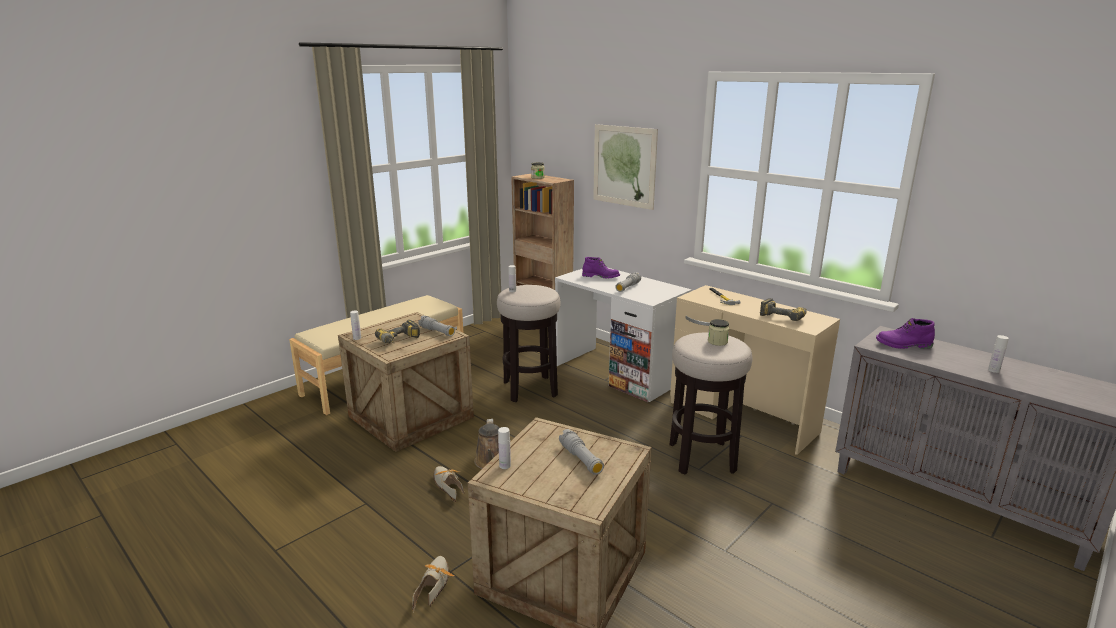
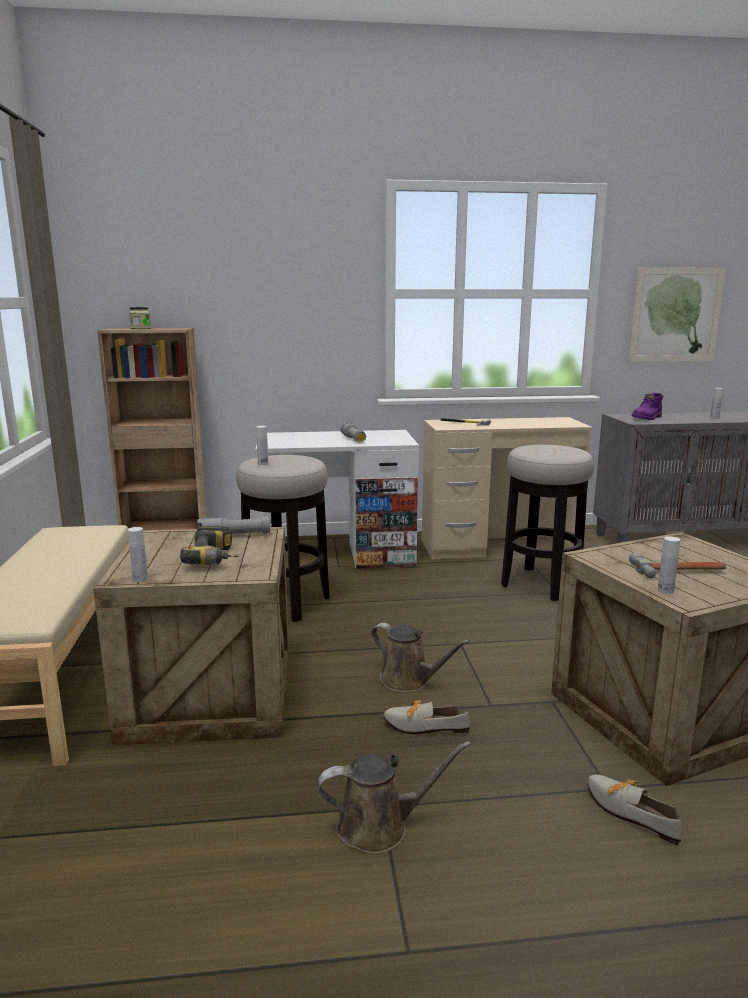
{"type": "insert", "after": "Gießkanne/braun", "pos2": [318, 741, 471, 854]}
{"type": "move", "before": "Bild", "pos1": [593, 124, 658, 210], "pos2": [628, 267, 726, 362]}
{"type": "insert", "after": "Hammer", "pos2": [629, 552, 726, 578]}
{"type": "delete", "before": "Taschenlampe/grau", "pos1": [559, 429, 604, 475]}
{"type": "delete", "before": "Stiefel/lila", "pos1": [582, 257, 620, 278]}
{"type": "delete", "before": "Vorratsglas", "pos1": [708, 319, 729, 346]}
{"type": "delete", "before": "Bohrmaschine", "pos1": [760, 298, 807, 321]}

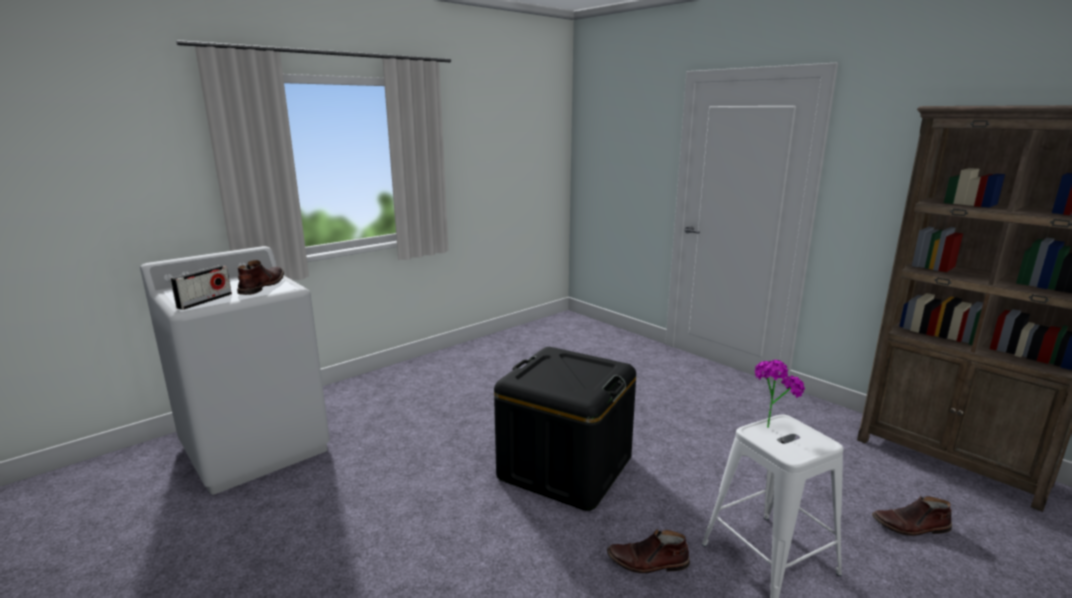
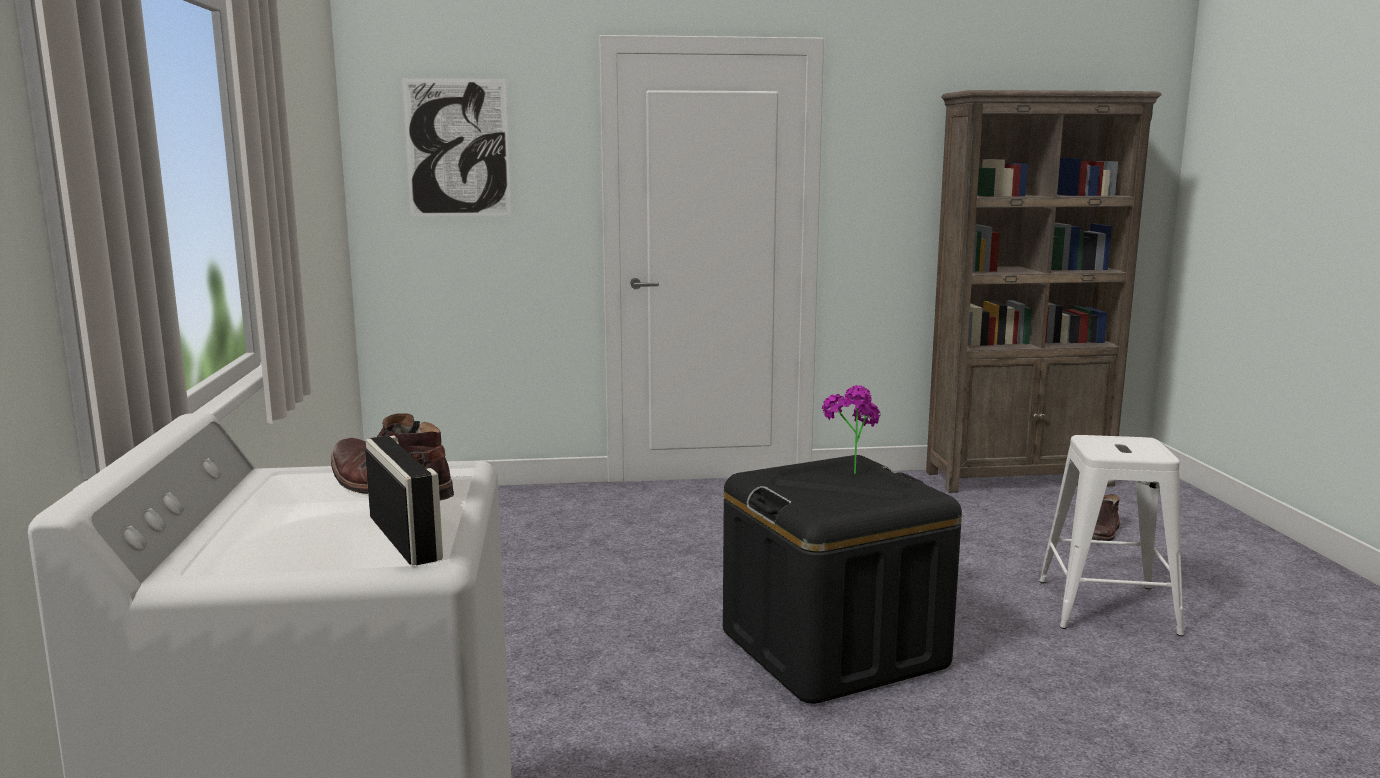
{"type": "insert", "after": "Bild", "pos2": [402, 78, 511, 216]}
{"type": "move", "before": "Topfpflanze", "pos1": [754, 360, 805, 428], "pos2": [822, 385, 881, 474]}
{"type": "delete", "before": "Stiefel/braun", "pos1": [607, 529, 690, 573]}

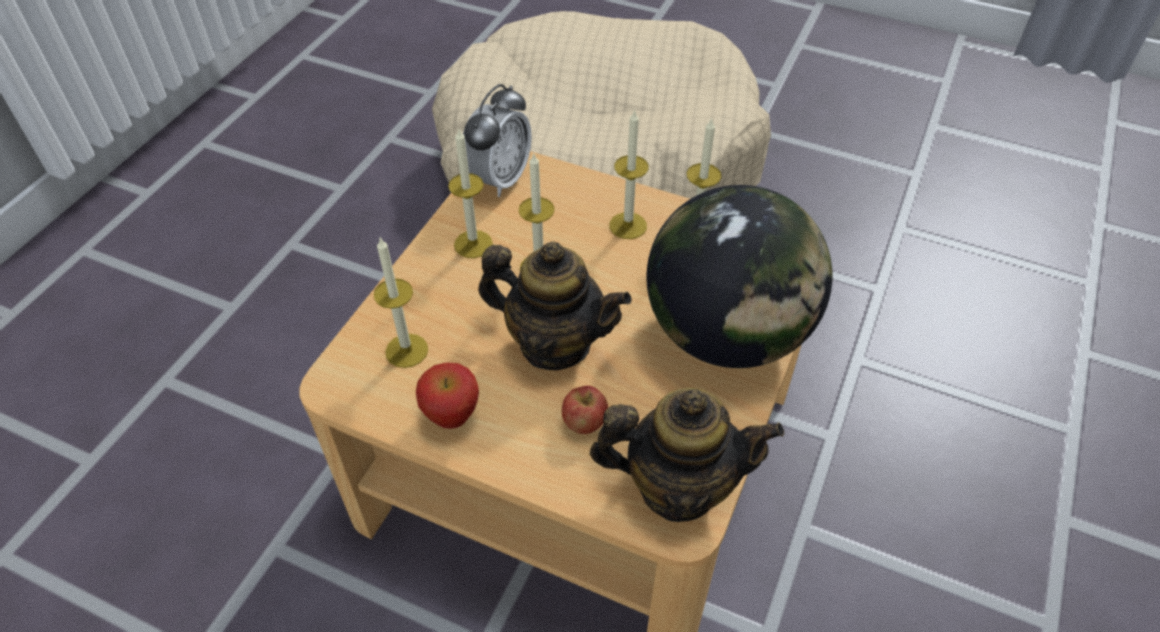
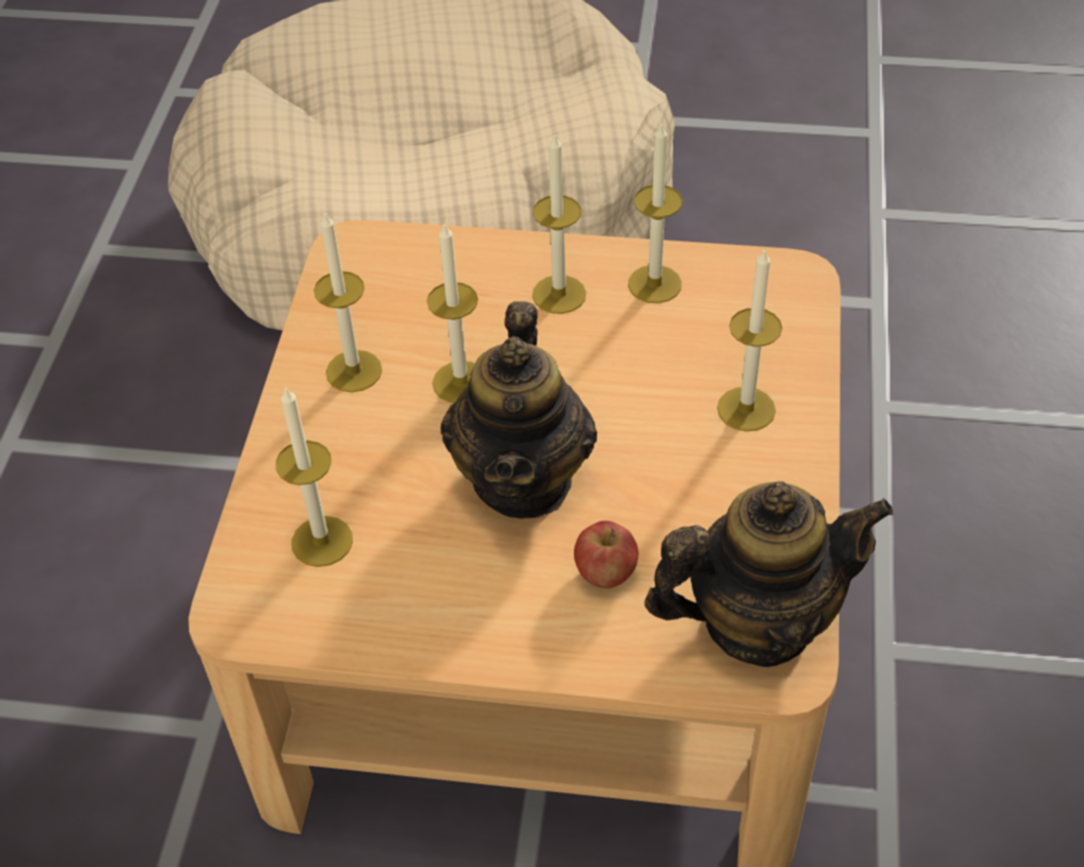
{"type": "rotate", "before": "Teekanne", "pos1": [478, 241, 632, 370], "pos2": [441, 301, 597, 519], "turn": 90}
{"type": "replace", "before": "Globus", "after": "Kerze", "pos1": [647, 185, 832, 368], "pos2": [717, 248, 782, 431]}
{"type": "delete", "before": "Apfel", "pos1": [416, 362, 479, 429]}
{"type": "delete", "before": "Wecker", "pos1": [463, 84, 532, 197]}

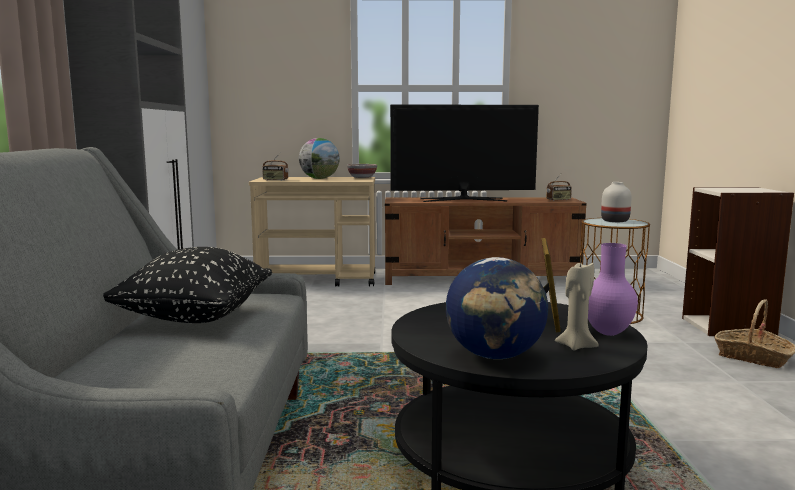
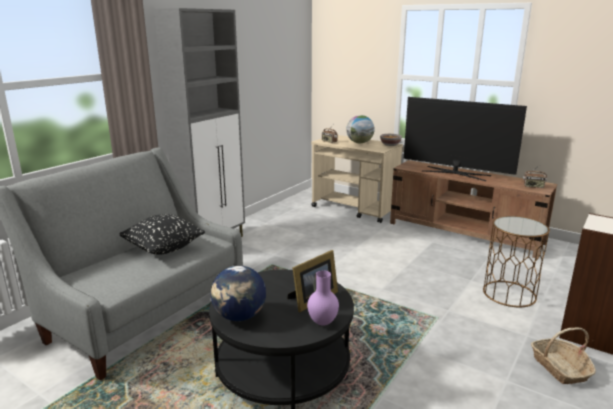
{"type": "delete", "before": "Kerze/beige", "pos1": [555, 261, 599, 351]}
{"type": "delete", "before": "Vase/weiß", "pos1": [601, 182, 632, 222]}

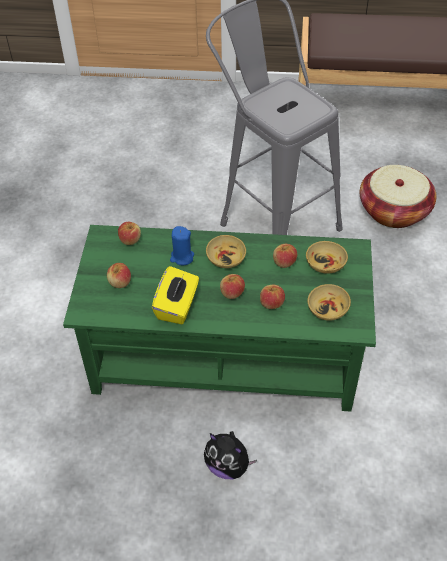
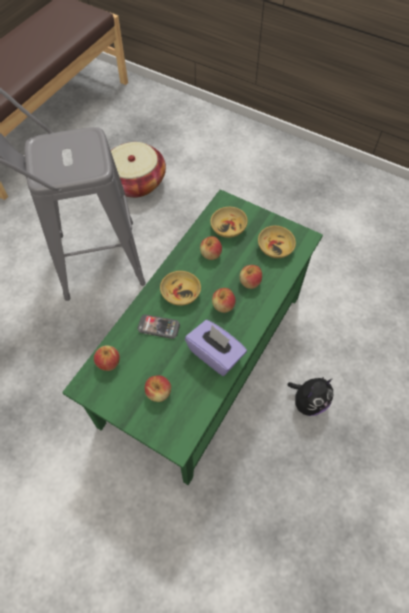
{"type": "replace", "before": "Kerze/blau", "after": "Handy", "pos1": [170, 226, 194, 265], "pos2": [137, 314, 180, 339]}
{"type": "recolor", "before": "Taschentuchbox/gelb", "after": "Taschentuchbox/lila", "pos1": [152, 266, 199, 324], "pos2": [185, 320, 247, 376]}

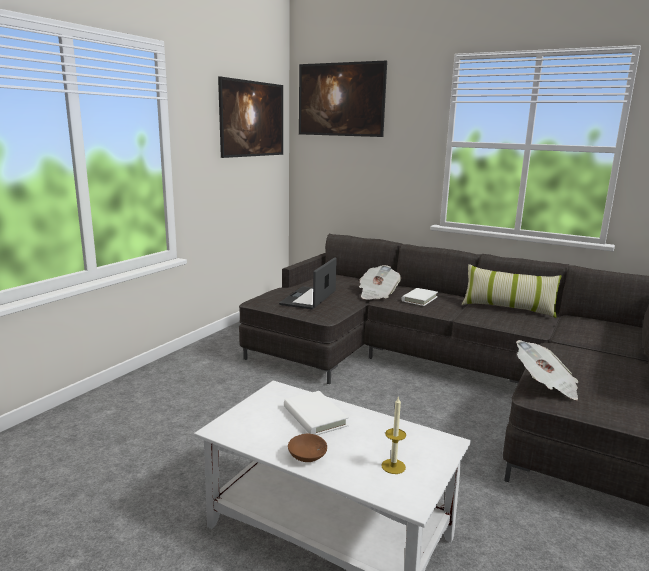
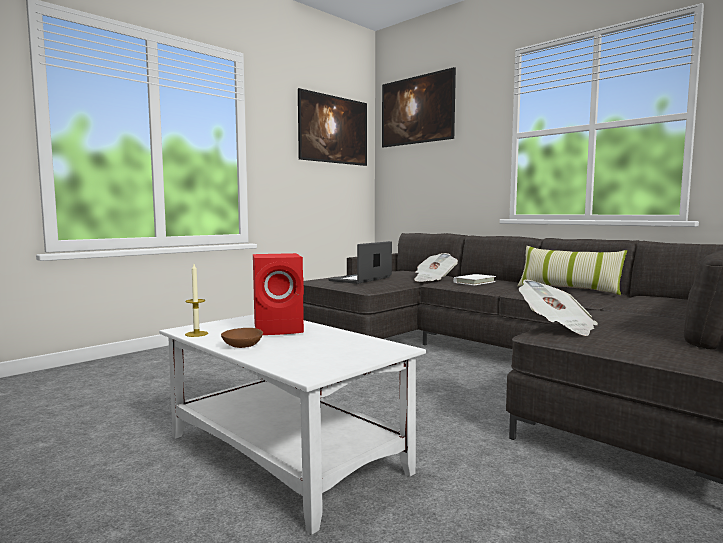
{"type": "move", "before": "Kerze", "pos1": [381, 396, 406, 474], "pos2": [185, 264, 208, 337]}
{"type": "replace", "before": "Buch/weiß", "after": "Lautsprecher/rot", "pos1": [284, 391, 349, 435], "pos2": [253, 253, 304, 335]}

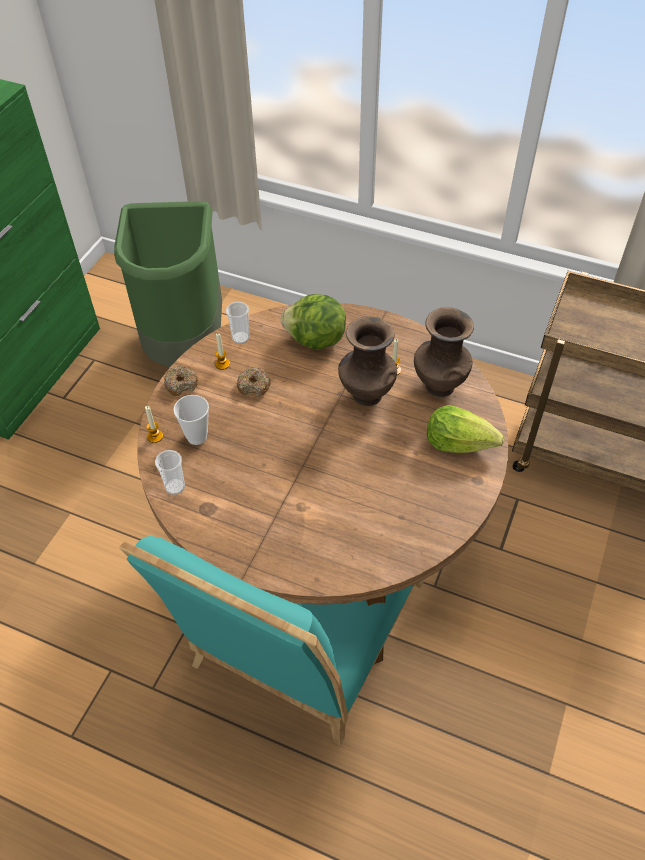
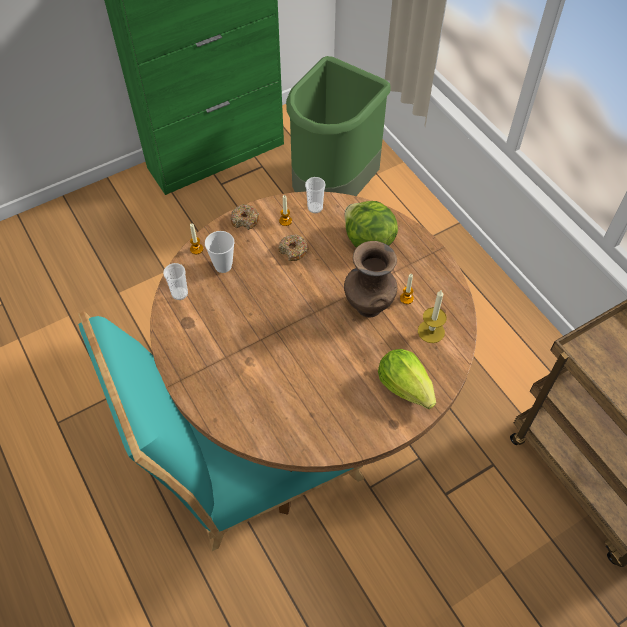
{"type": "replace", "before": "Vase/braun", "after": "Kerze", "pos1": [414, 307, 474, 397], "pos2": [418, 290, 447, 343]}

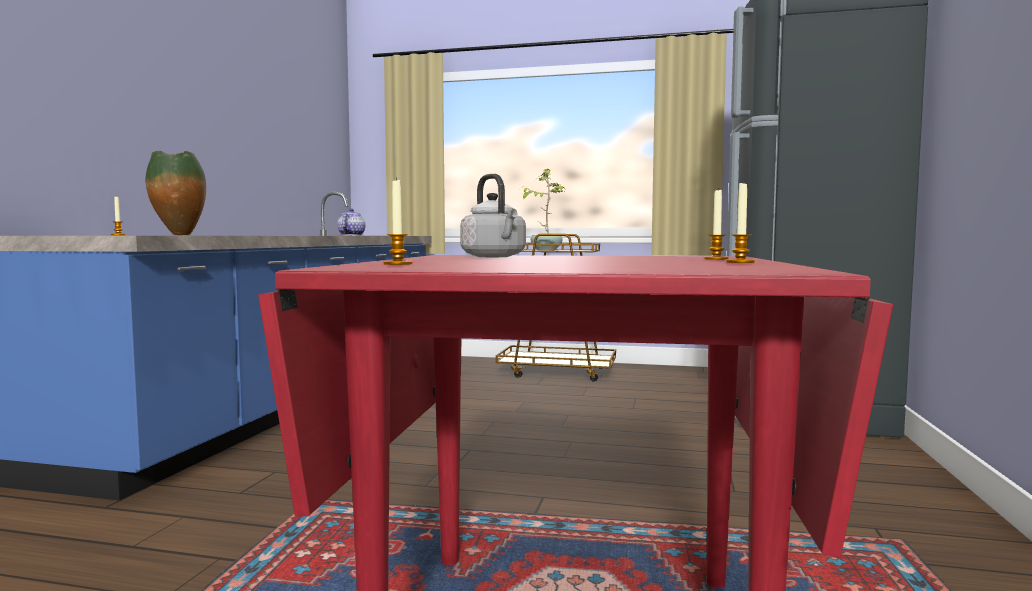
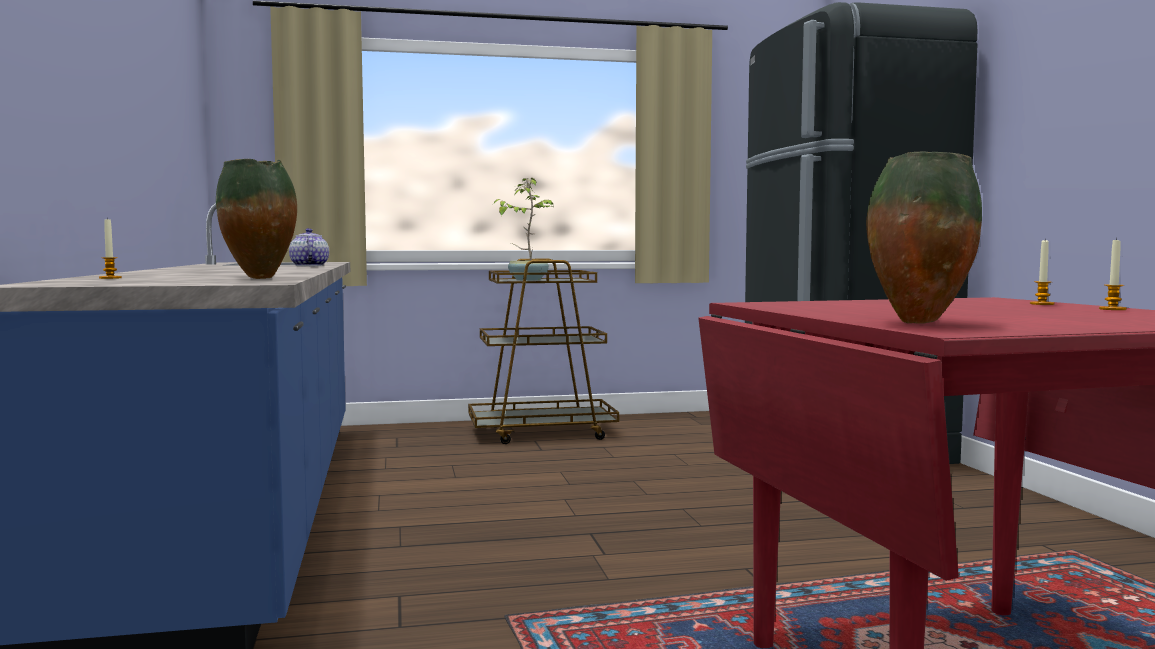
{"type": "replace", "before": "Kerze", "after": "Vase", "pos1": [384, 177, 413, 265], "pos2": [866, 152, 982, 324]}
{"type": "delete", "before": "Wasserkessel/grau", "pos1": [460, 174, 526, 257]}

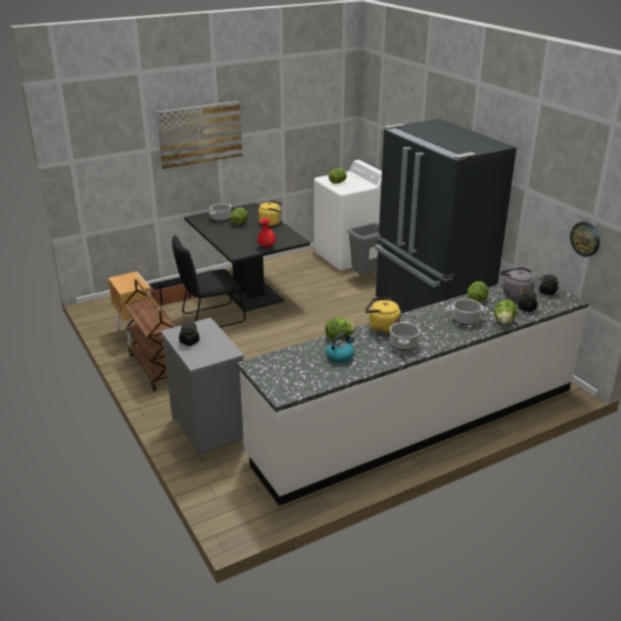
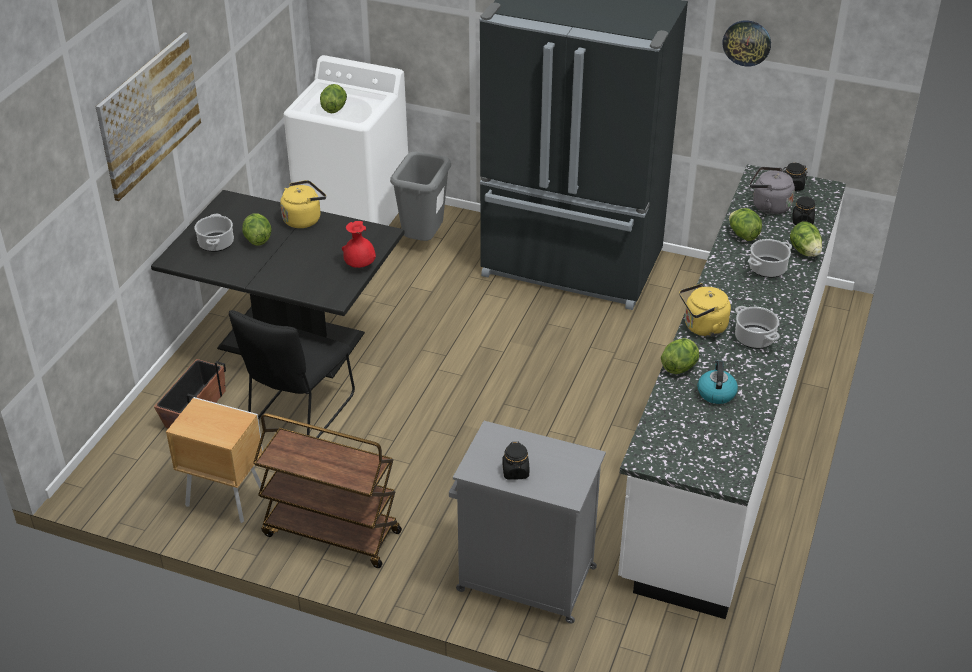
{"type": "move", "before": "Wanduhr", "pos1": [570, 222, 600, 257], "pos2": [723, 20, 771, 66]}

